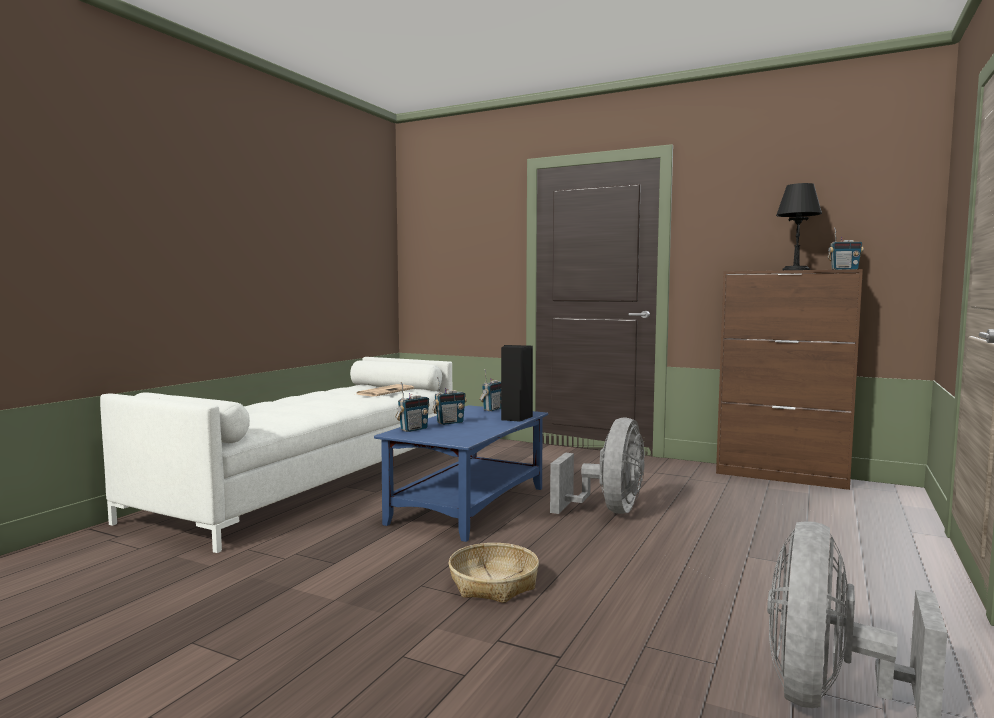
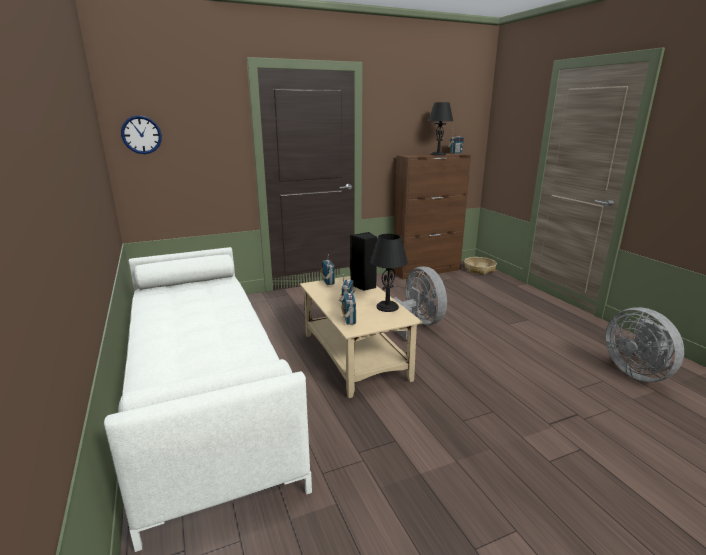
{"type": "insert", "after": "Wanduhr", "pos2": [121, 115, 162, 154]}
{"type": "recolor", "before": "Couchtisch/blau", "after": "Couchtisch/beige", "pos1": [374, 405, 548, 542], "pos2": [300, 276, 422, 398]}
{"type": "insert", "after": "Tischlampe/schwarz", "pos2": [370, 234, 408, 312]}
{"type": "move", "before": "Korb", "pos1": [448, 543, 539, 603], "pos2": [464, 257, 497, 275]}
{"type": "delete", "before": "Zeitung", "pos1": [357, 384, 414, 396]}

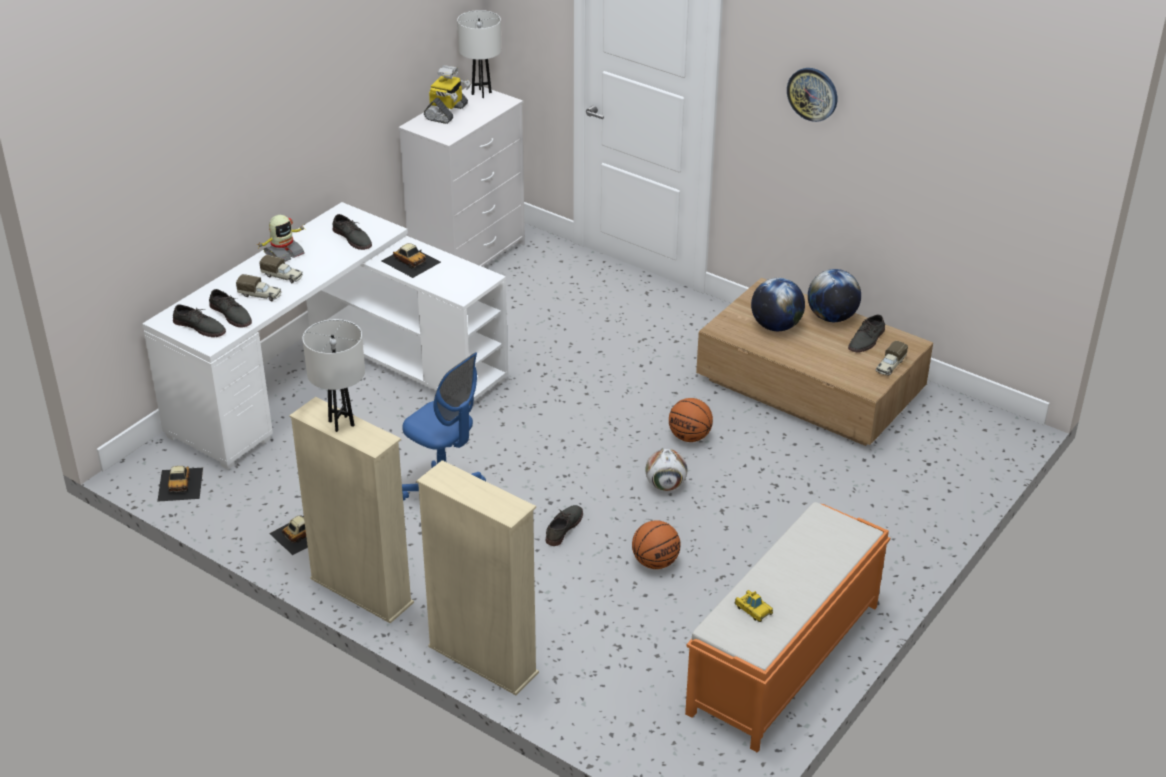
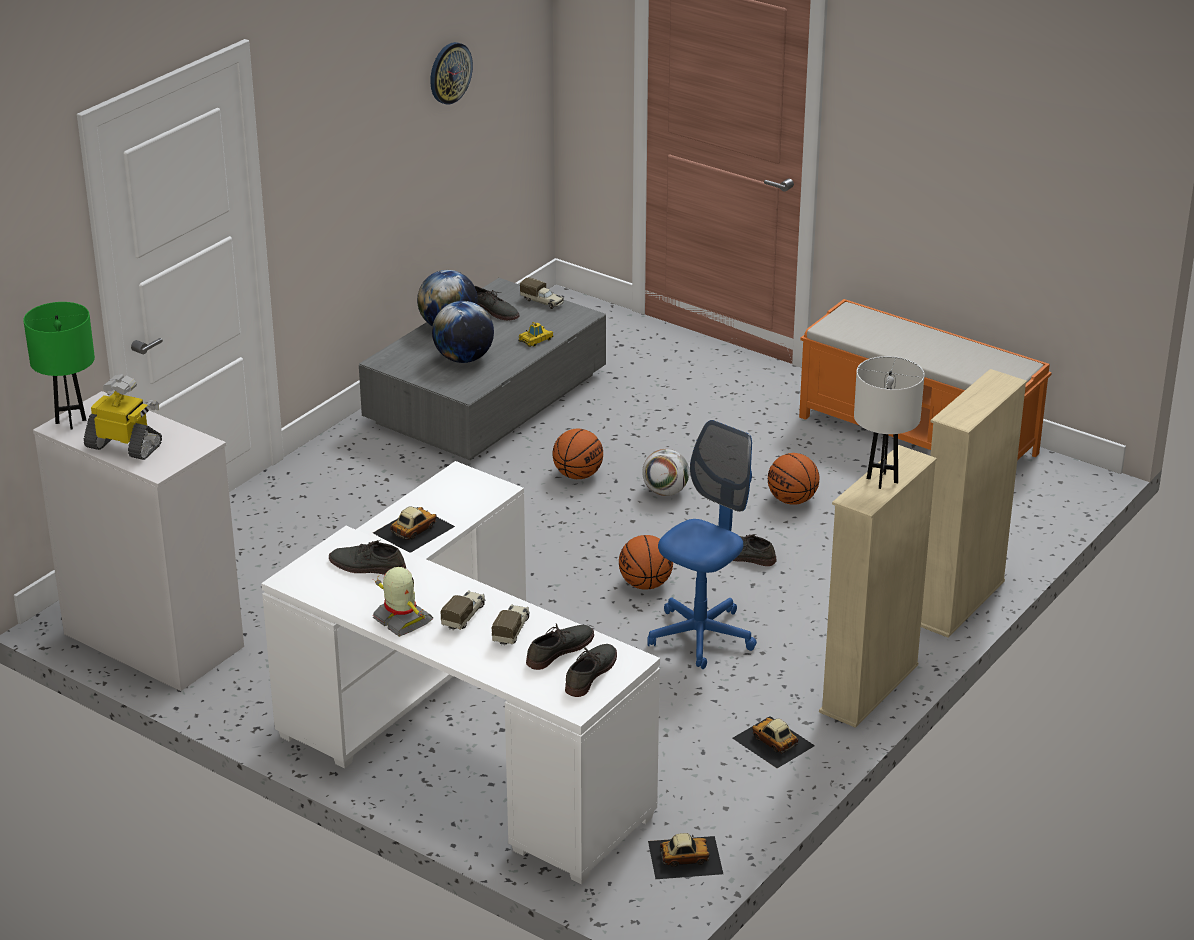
{"type": "recolor", "before": "Tischlampe/weiß", "after": "Tischlampe/grün", "pos1": [457, 10, 501, 98], "pos2": [23, 302, 95, 430]}
{"type": "rotate", "before": "Schuh/grau", "pos1": [332, 214, 372, 250], "pos2": [329, 540, 406, 575], "turn": -120}
{"type": "recolor", "before": "Couchtisch/braun", "after": "Couchtisch/grau", "pos1": [696, 278, 933, 446], "pos2": [359, 278, 606, 460]}
{"type": "move", "before": "Wanduhr", "pos1": [787, 68, 837, 122], "pos2": [430, 42, 473, 105]}
{"type": "move", "before": "Spielzeugauto", "pos1": [734, 590, 773, 622], "pos2": [518, 322, 553, 347]}
{"type": "insert", "after": "Basketball", "pos2": [619, 535, 673, 590]}

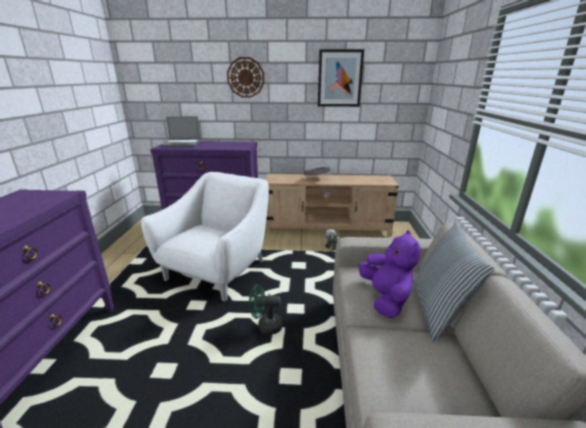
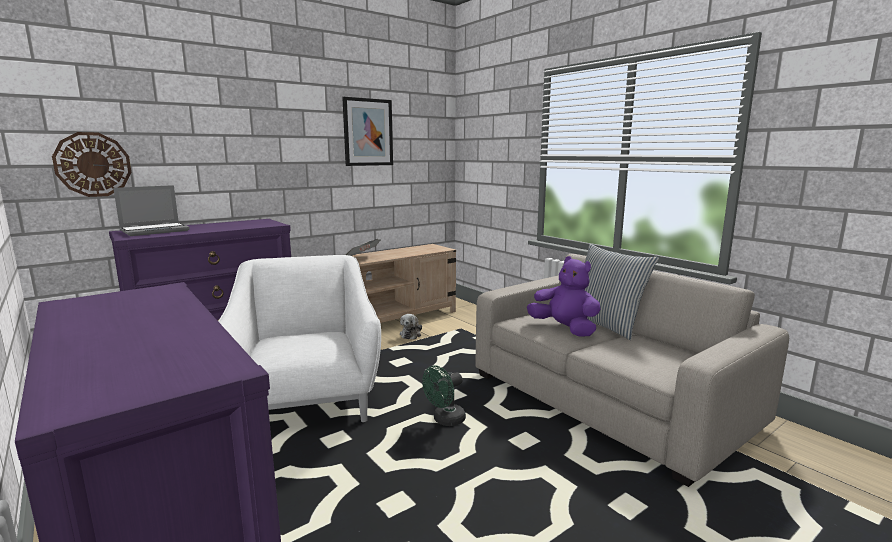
{"type": "move", "before": "Wanduhr", "pos1": [227, 57, 264, 98], "pos2": [52, 132, 132, 197]}

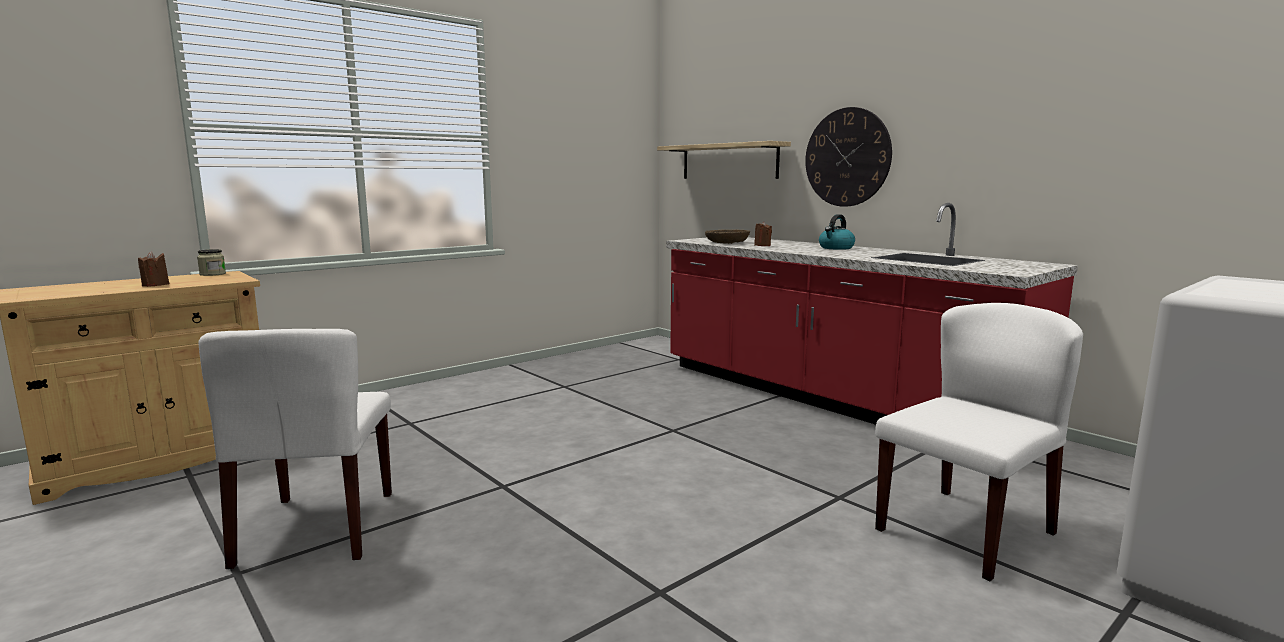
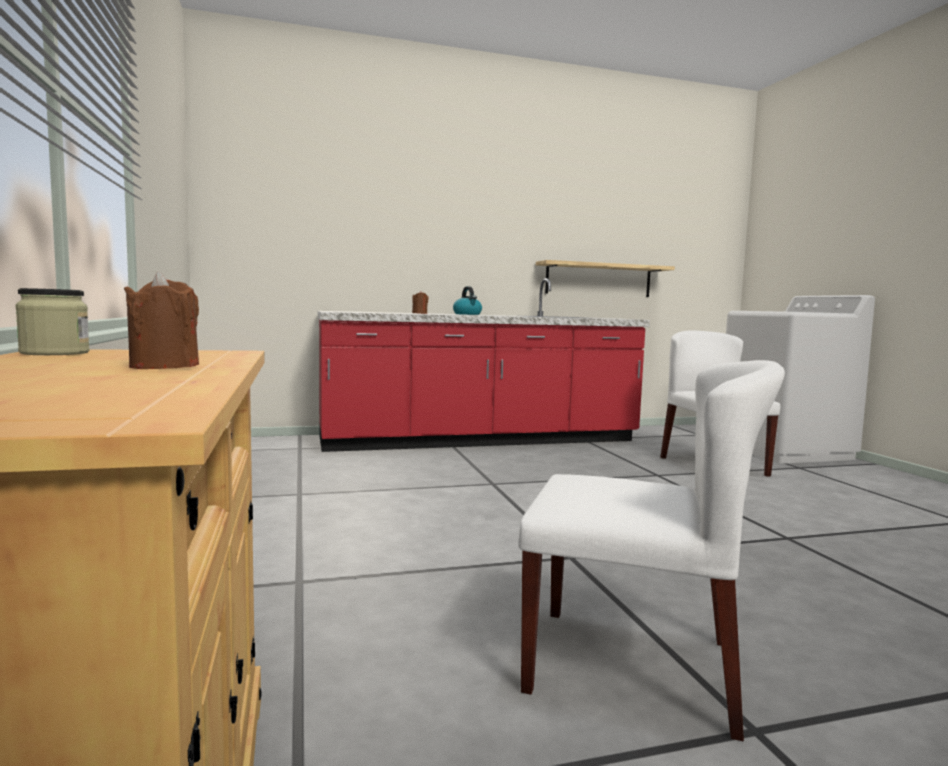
{"type": "move", "before": "Wandregal", "pos1": [657, 141, 791, 179], "pos2": [536, 260, 675, 297]}
{"type": "delete", "before": "Schüssel/braun", "pos1": [705, 229, 750, 244]}
{"type": "delete", "before": "Wanduhr", "pos1": [805, 107, 892, 207]}

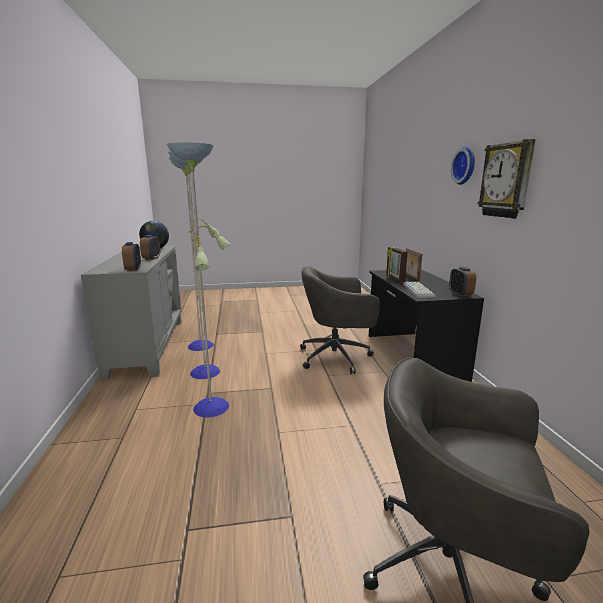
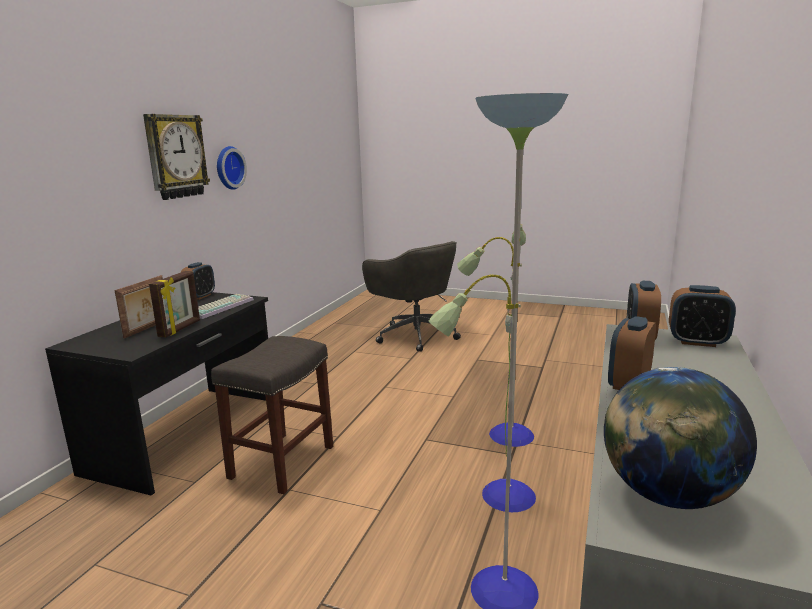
{"type": "replace", "before": "Bürostuhl/grau", "after": "Hocker/grau", "pos1": [300, 266, 380, 374], "pos2": [211, 336, 333, 494]}
{"type": "move", "before": "Wanduhr", "pos1": [451, 147, 475, 185], "pos2": [217, 146, 247, 190]}
{"type": "insert", "after": "Wecker", "pos2": [669, 285, 736, 347]}

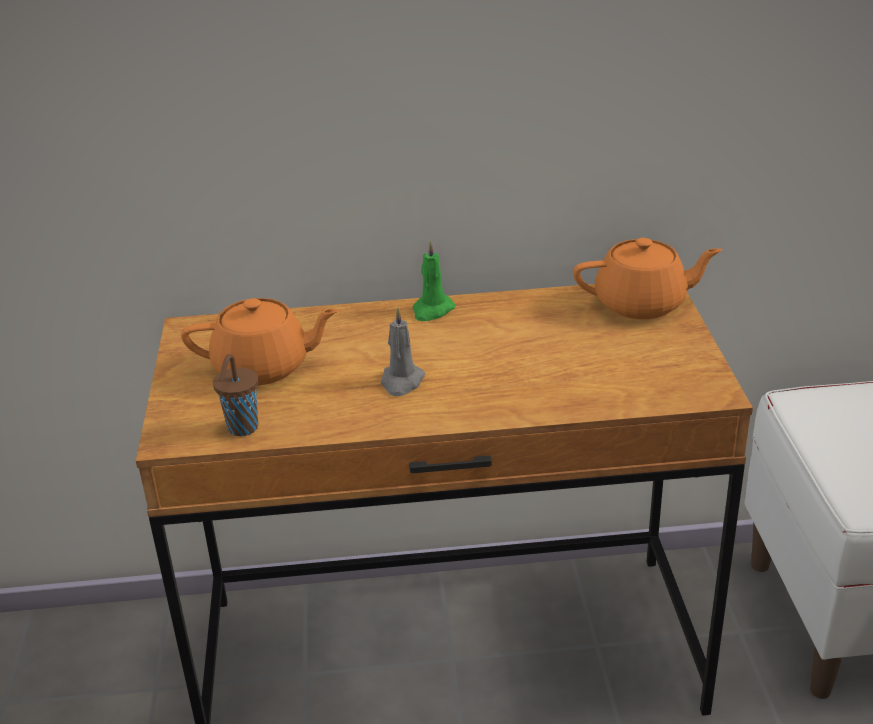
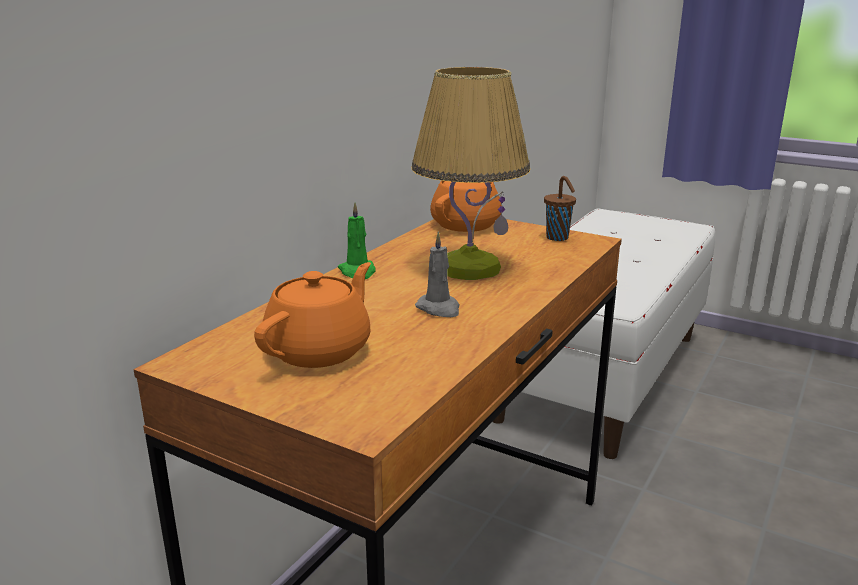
{"type": "insert", "after": "Tischlampe", "pos2": [411, 67, 530, 280]}
{"type": "move", "before": "Tasse/braun", "pos1": [213, 354, 258, 436], "pos2": [544, 176, 576, 241]}

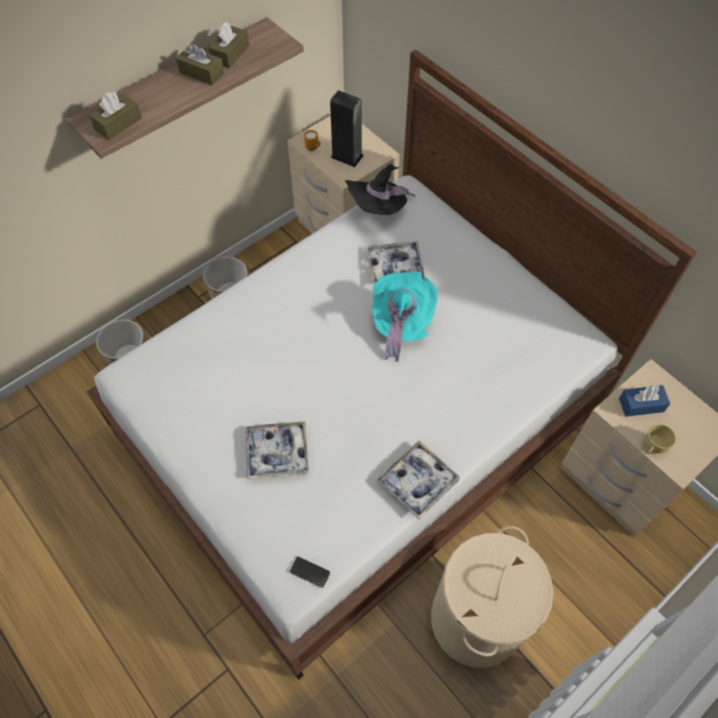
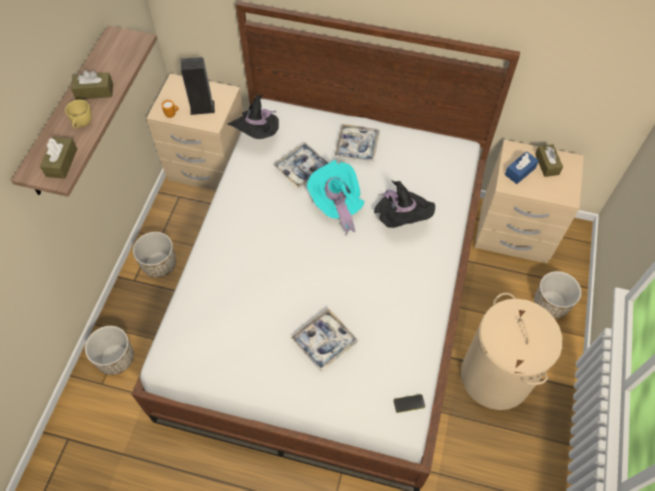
{"type": "move", "before": "Tasse/gelb", "pos1": [645, 424, 676, 454], "pos2": [65, 100, 92, 129]}
{"type": "move", "before": "Tablett", "pos1": [377, 440, 460, 520], "pos2": [335, 124, 380, 161]}
{"type": "insert", "after": "Hut/schwarz", "pos2": [374, 180, 435, 228]}
{"type": "insert", "after": "Pflanzkübel", "pos2": [534, 271, 581, 319]}
{"type": "move", "before": "Taschentuchbox/braun", "pos1": [209, 22, 249, 68], "pos2": [535, 144, 563, 177]}

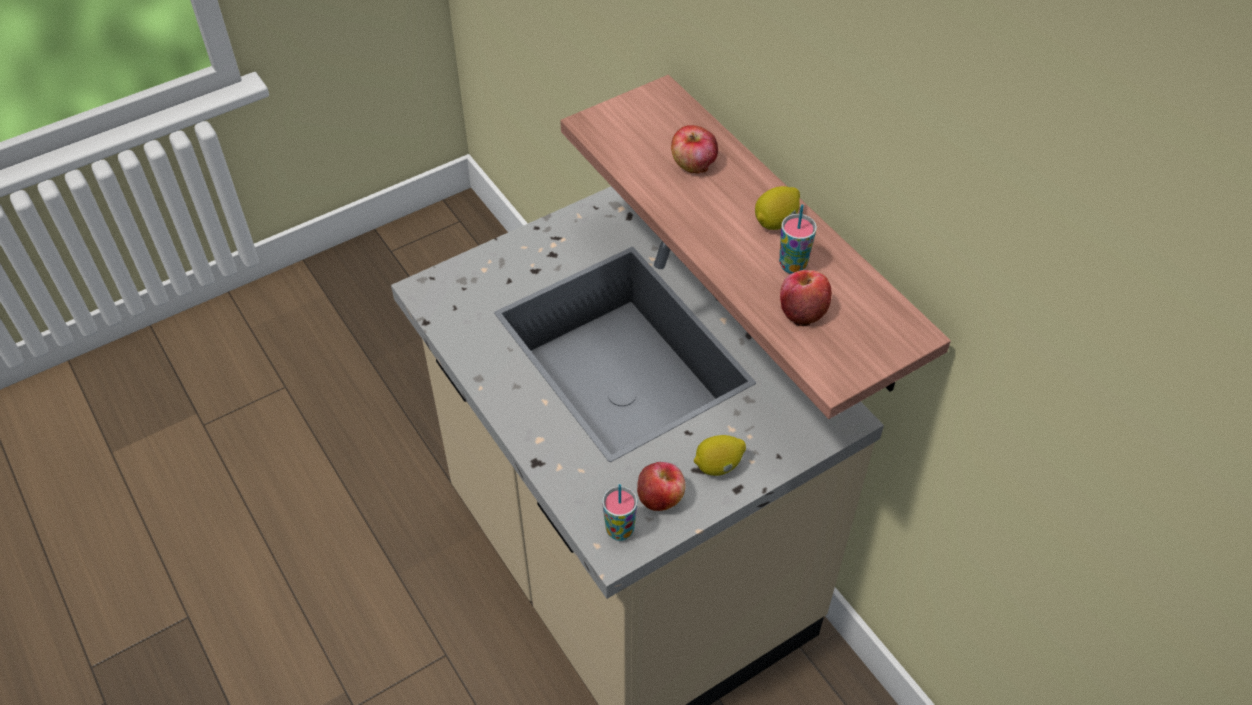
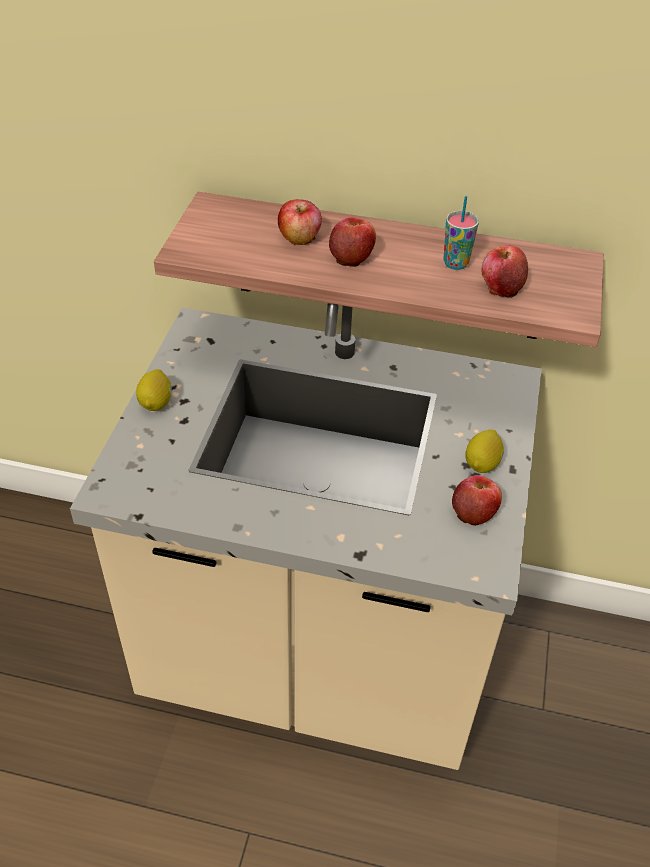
{"type": "move", "before": "Zitrone", "pos1": [755, 186, 800, 230], "pos2": [136, 369, 172, 411]}
{"type": "insert", "after": "Apfel", "pos2": [329, 217, 376, 267]}
{"type": "delete", "before": "Tasse", "pos1": [602, 484, 637, 541]}

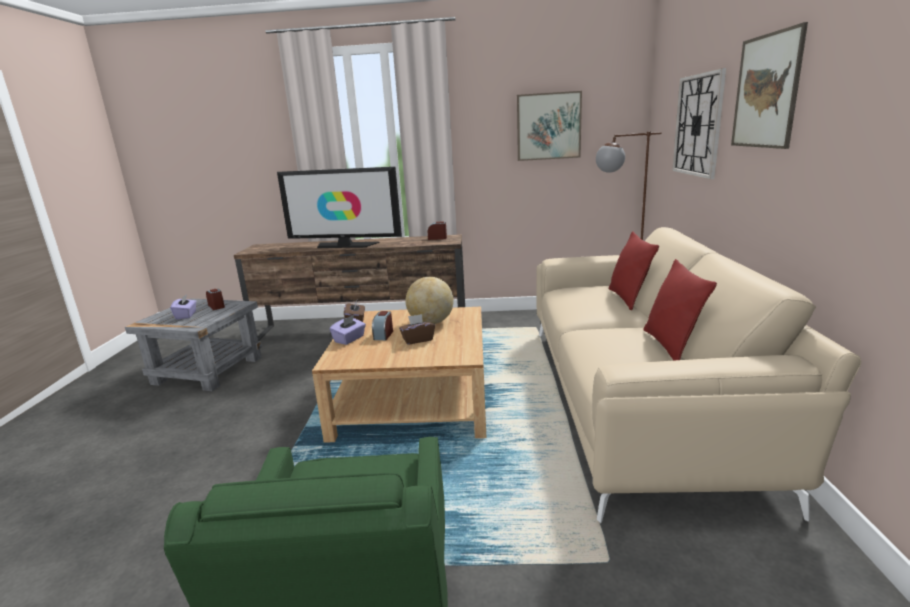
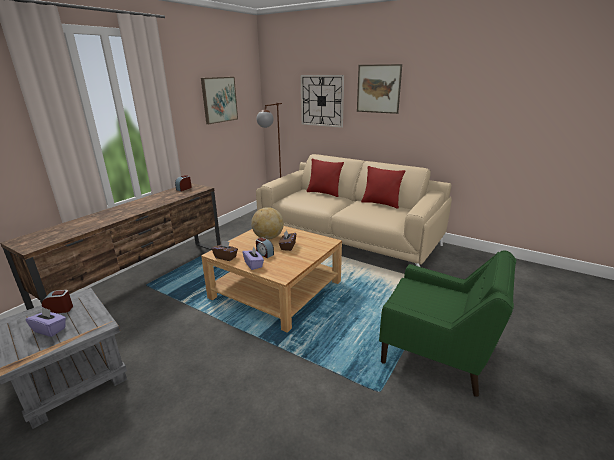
{"type": "delete", "before": "Fernseher", "pos1": [277, 167, 402, 248]}

